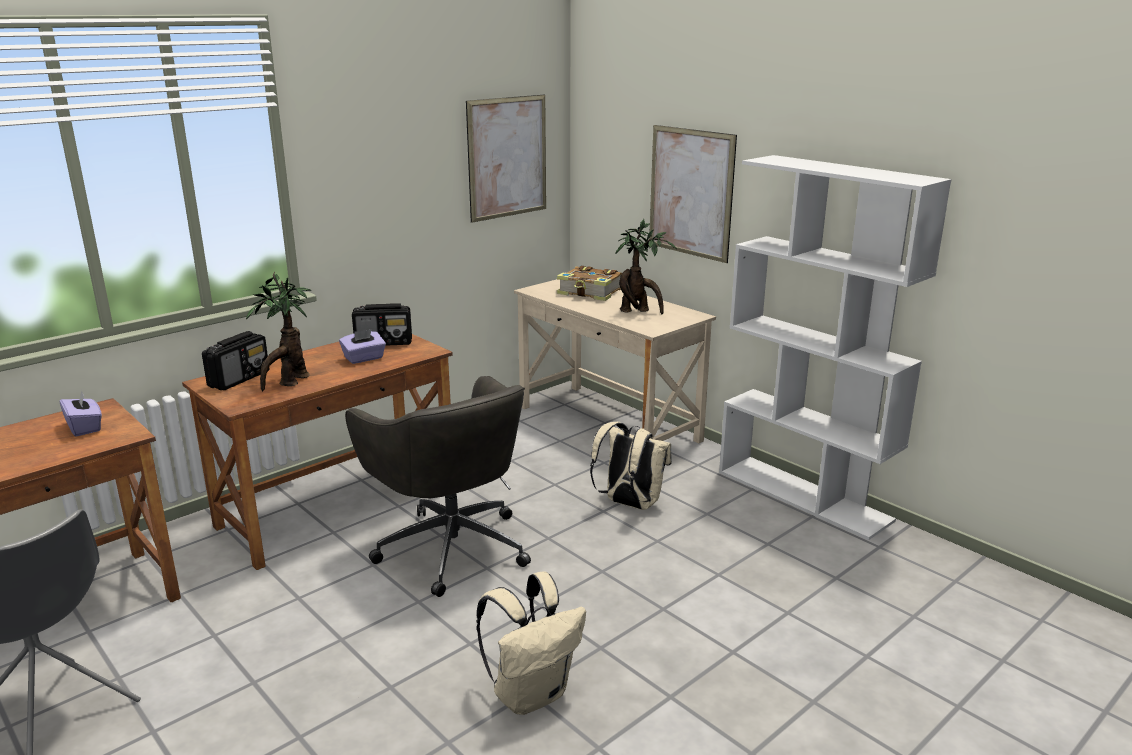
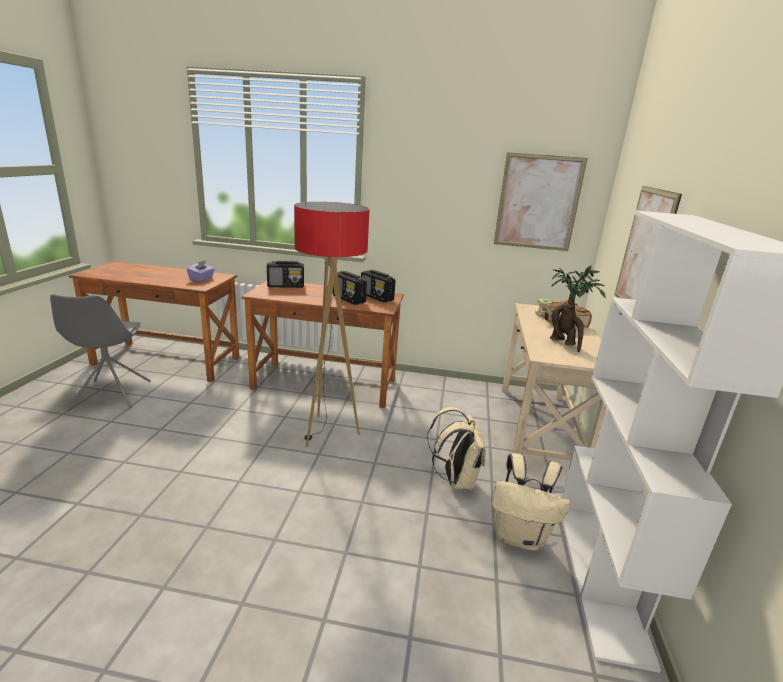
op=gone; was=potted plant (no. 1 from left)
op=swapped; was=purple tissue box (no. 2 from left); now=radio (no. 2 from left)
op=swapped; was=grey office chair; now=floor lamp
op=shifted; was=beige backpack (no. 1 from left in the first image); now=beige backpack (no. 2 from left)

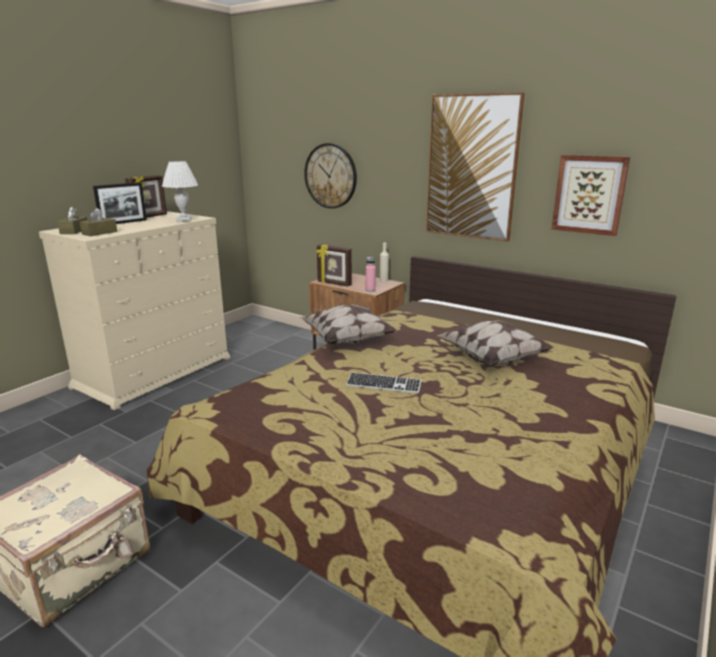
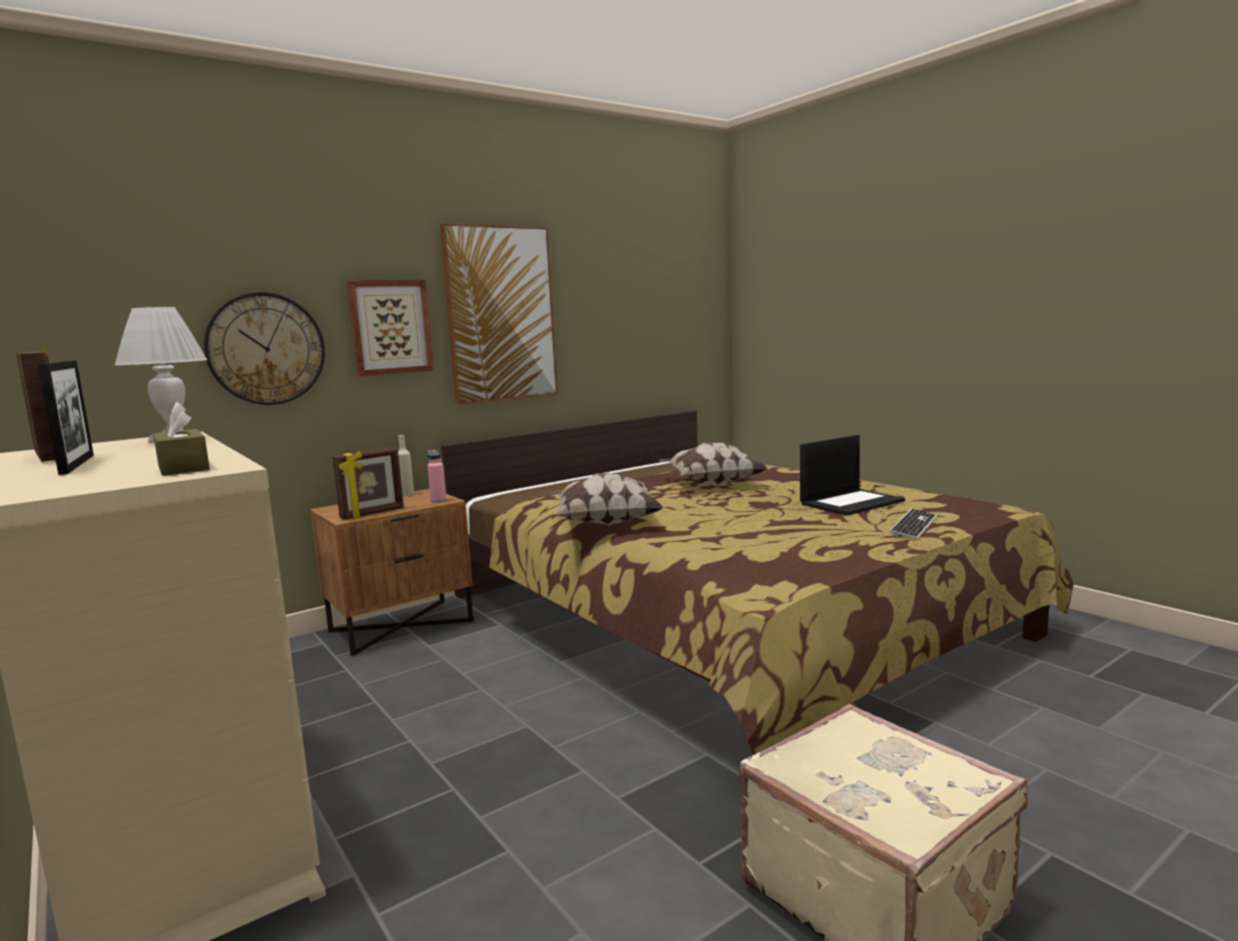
op=gone; was=brown tissue box (no. 1 from left)
op=shifted; was=keyboard
op=shifted; was=picture (no. 2 from left in the first image); now=picture (no. 1 from left)
op=new; now=laptop

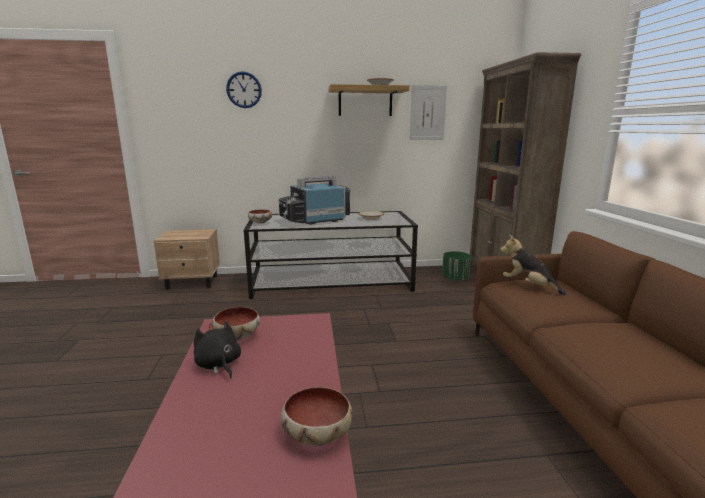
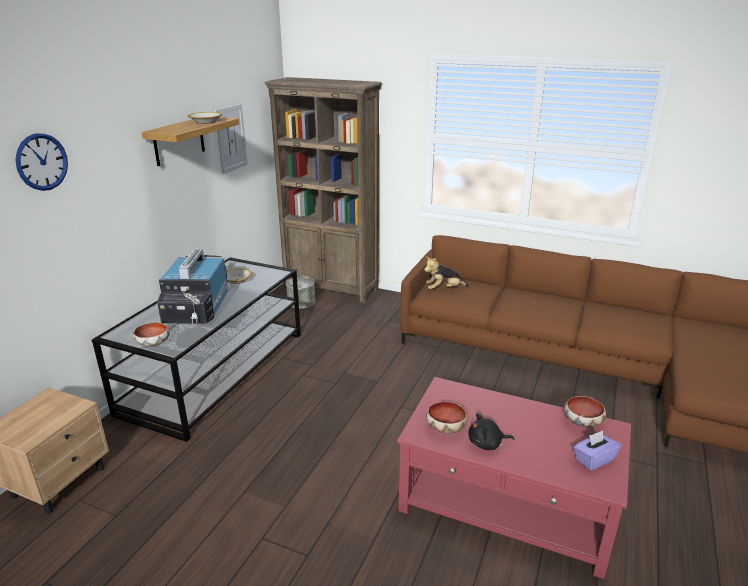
op=repainted; was=green planter; now=grey planter
op=new; now=purple tissue box

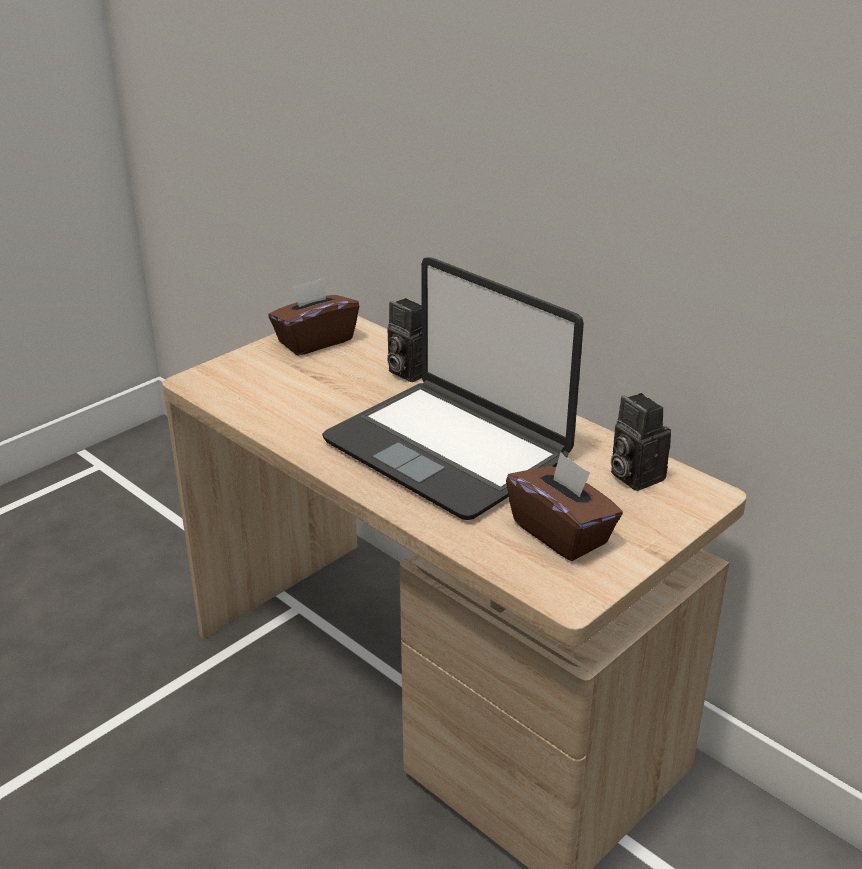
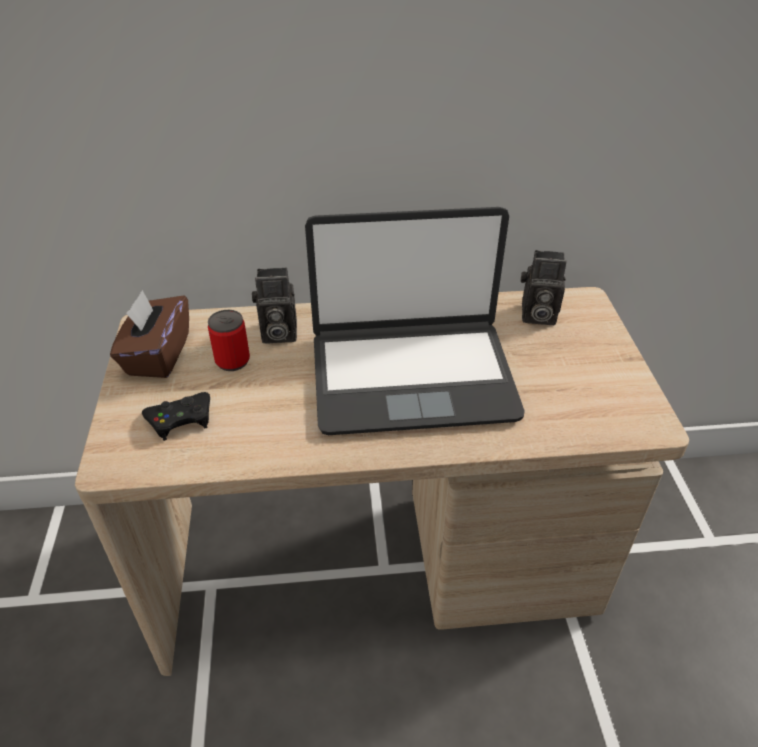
op=gone; was=brown tissue box (no. 2 from left)
op=new; now=black game controller
op=new; now=can

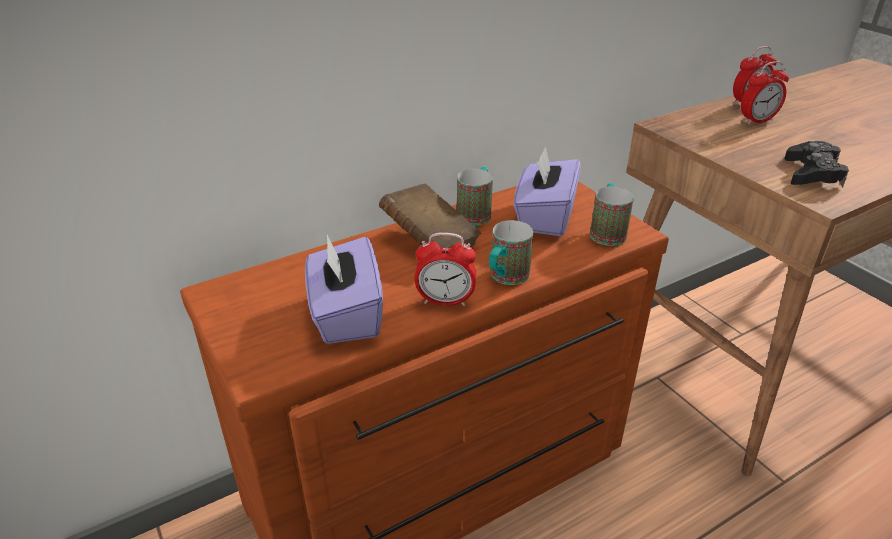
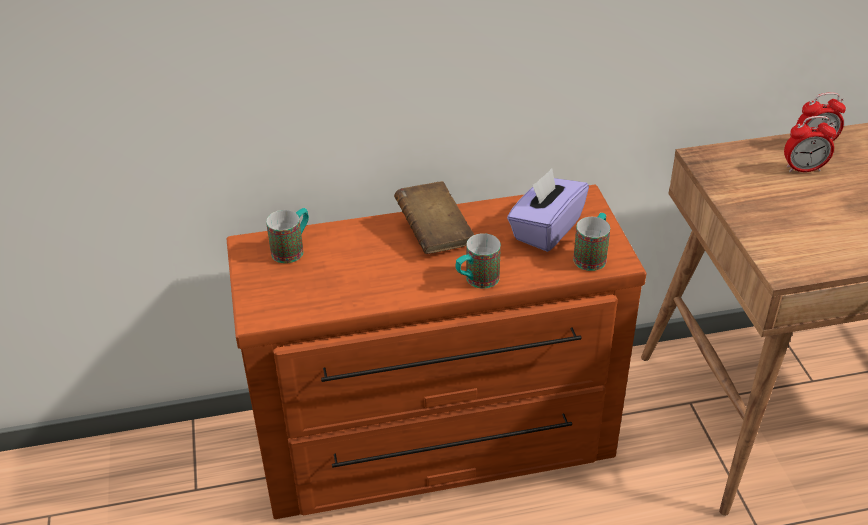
op=gone; was=purple tissue box (no. 1 from left)
op=gone; was=alarm clock (no. 1 from left)
op=shifted; was=mug (no. 1 from left)
op=gone; was=black game controller

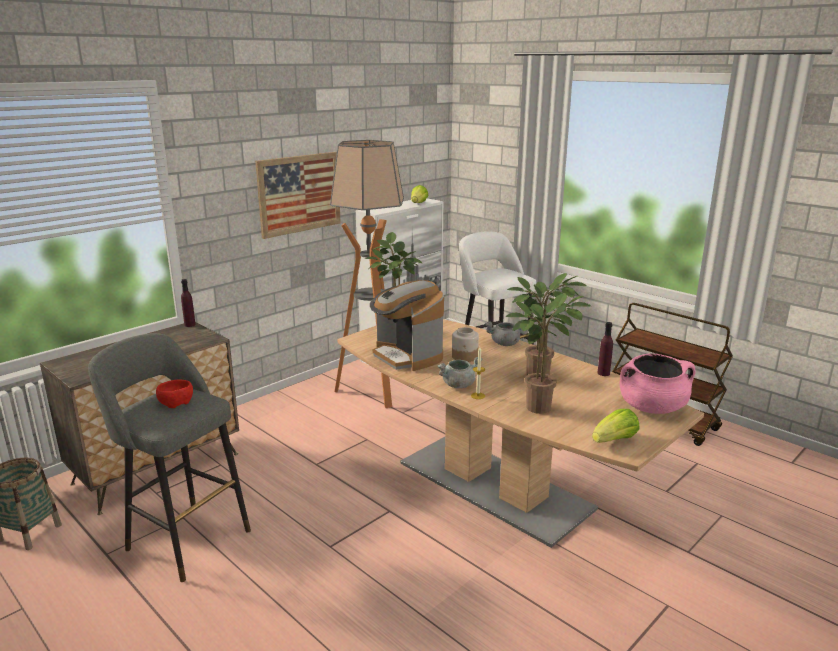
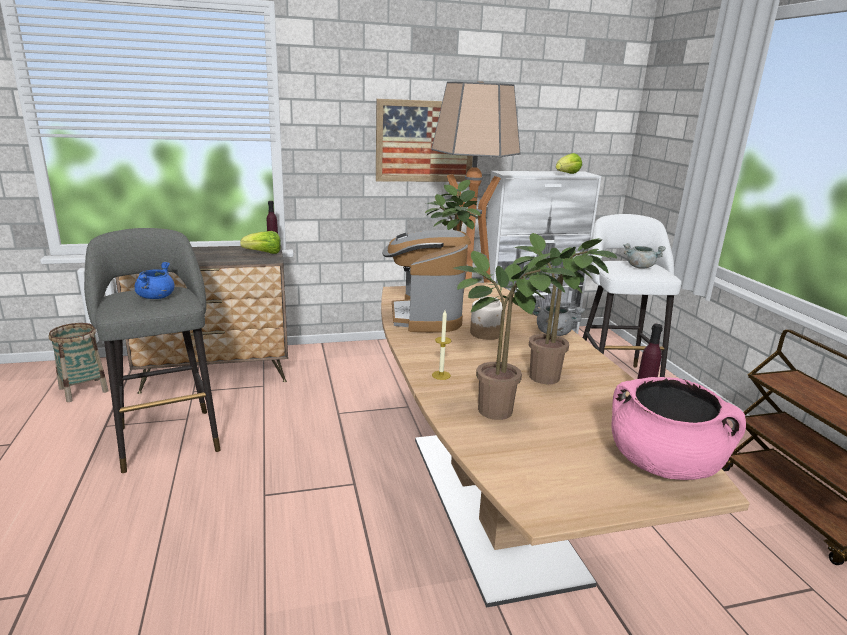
op=swapped; was=red bowl; now=blue cooking pot
op=shifted; was=grey cooking pot (no. 1 from left in the first image); now=grey cooking pot (no. 2 from left)
op=shifted; was=lettuce (no. 2 from left in the first image); now=lettuce (no. 1 from left)

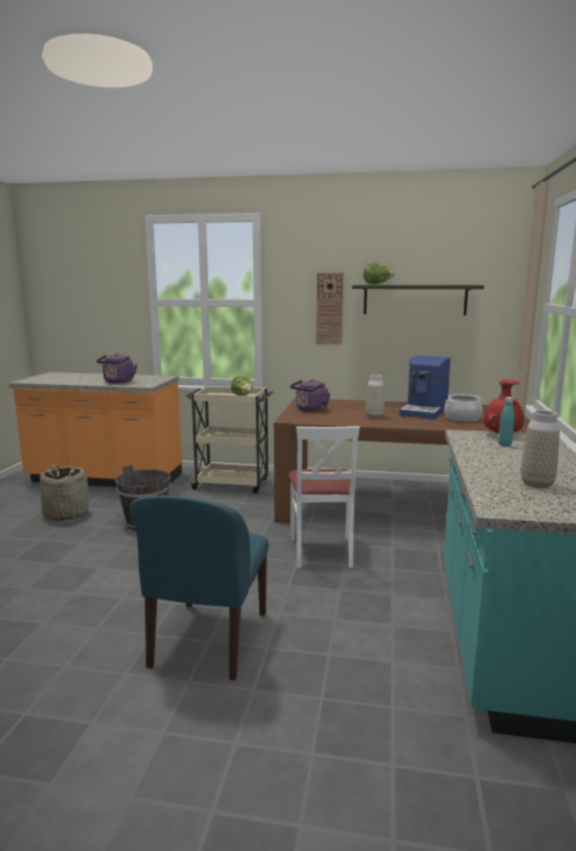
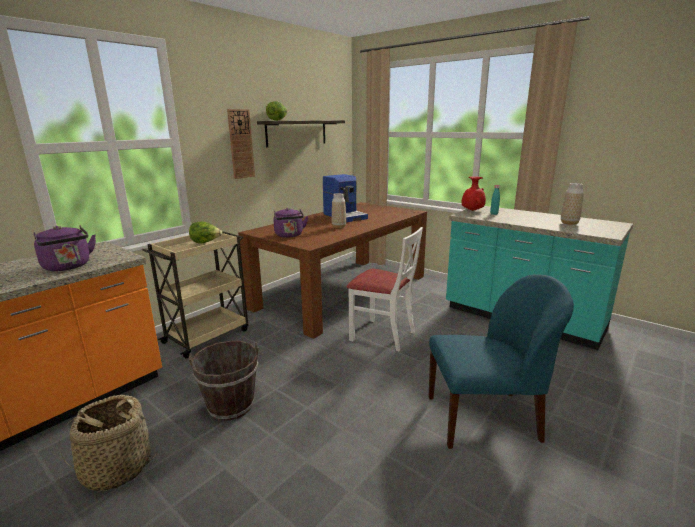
op=rotated; was=blue chair; clockwise=-45
op=gone; was=cooking pot

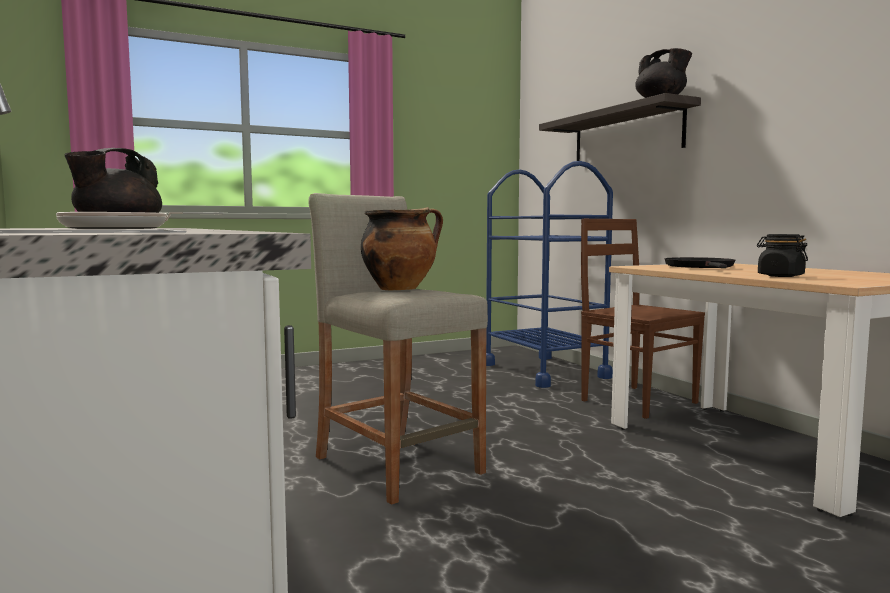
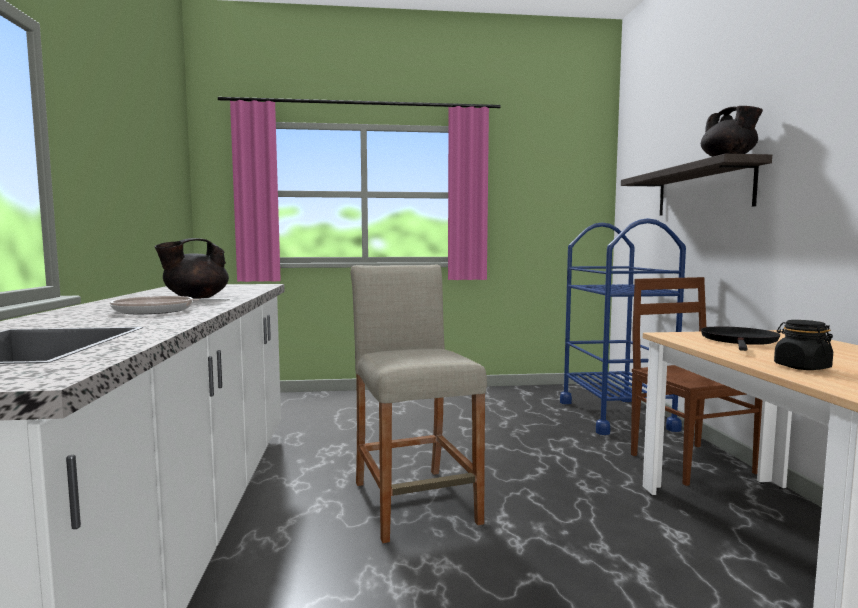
op=gone; was=cooking pot

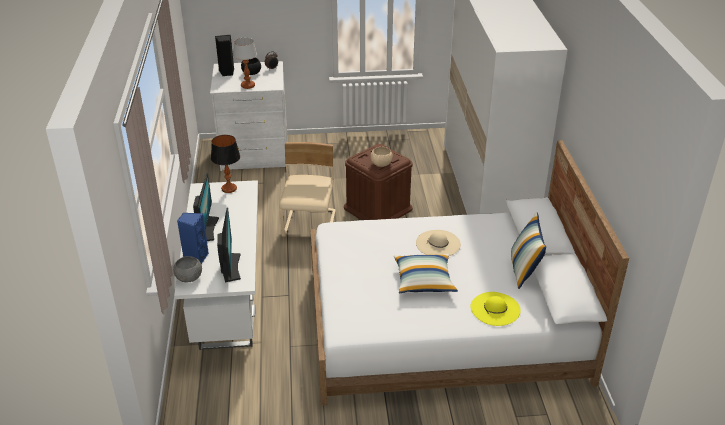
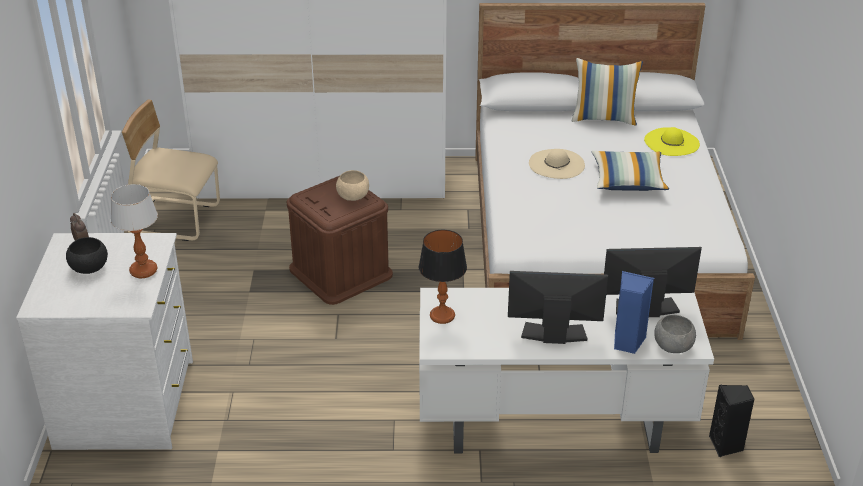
op=shifted; was=black speaker
op=shifted; was=beige chair

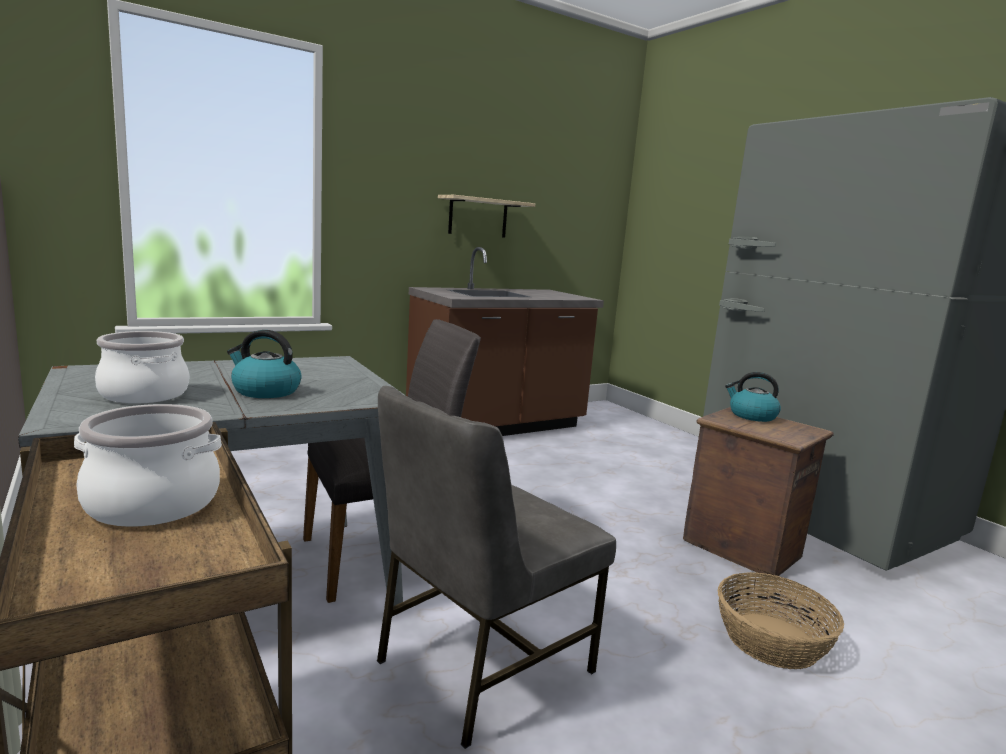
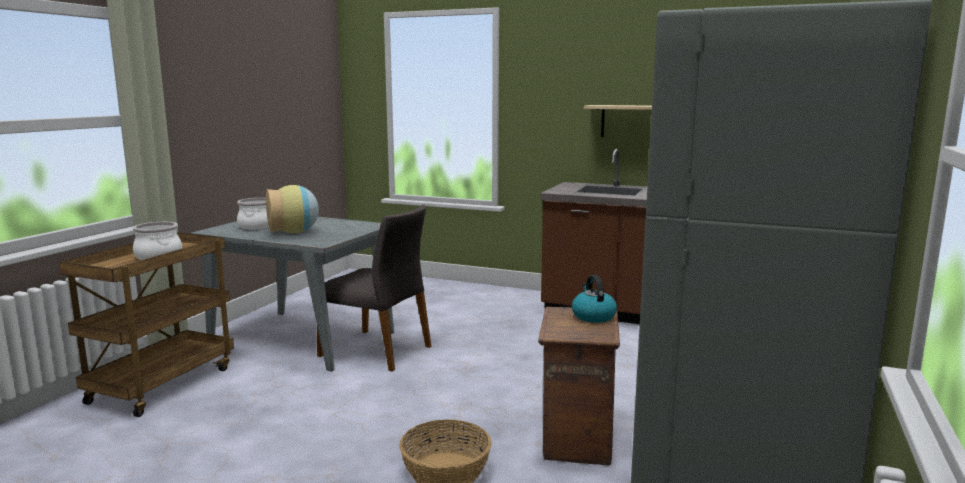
op=swapped; was=kettle (no. 1 from left); now=vase
op=gone; was=grey chair (no. 2 from left)

